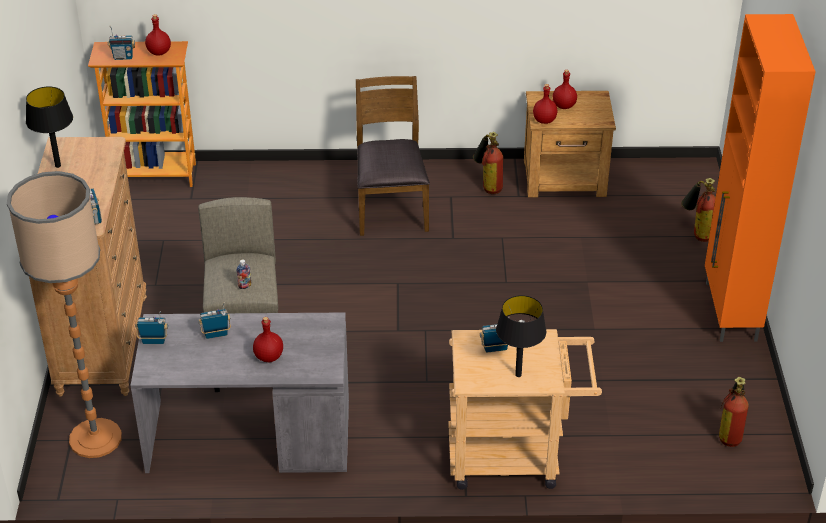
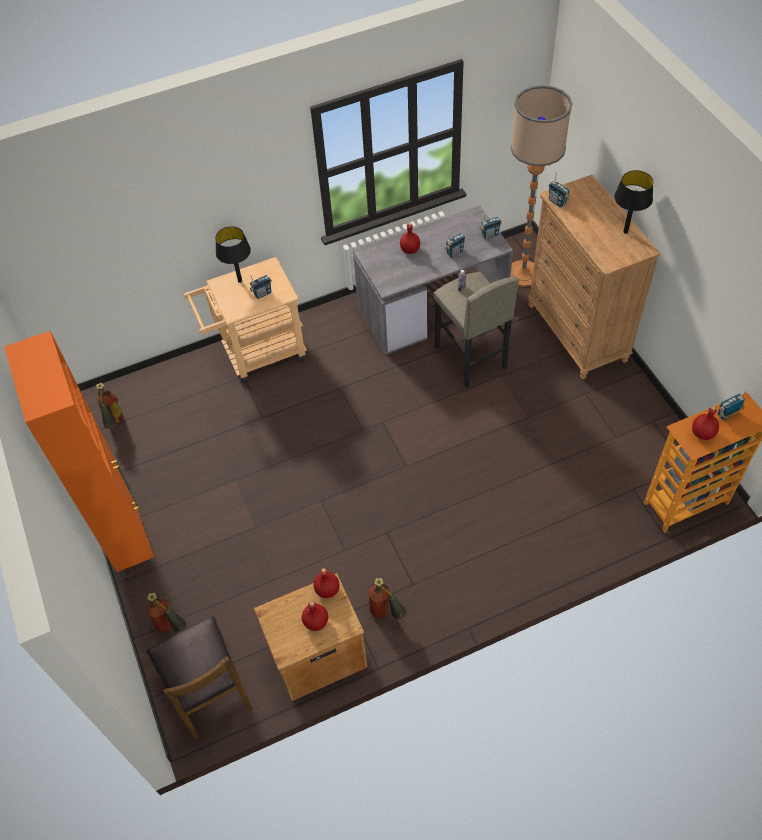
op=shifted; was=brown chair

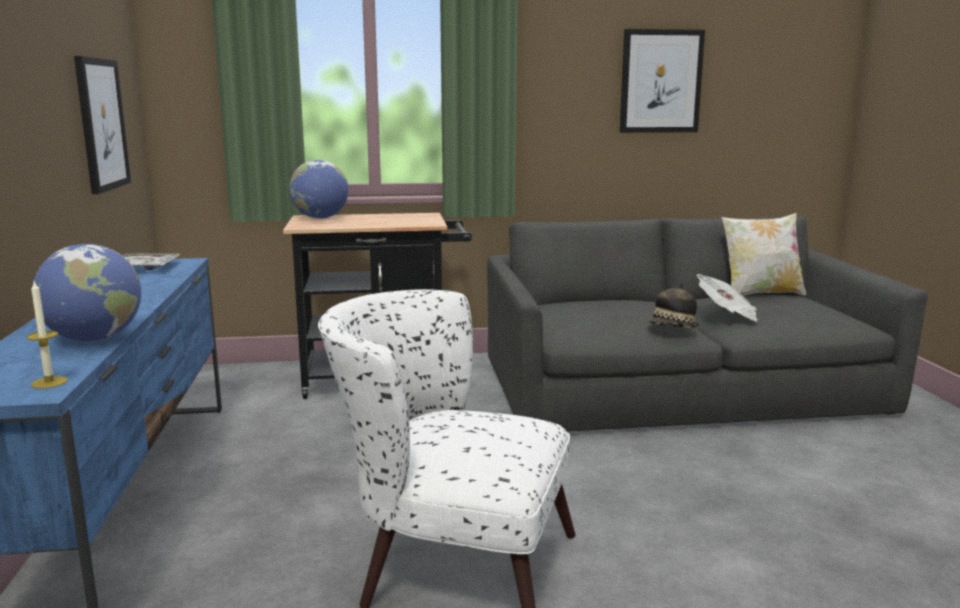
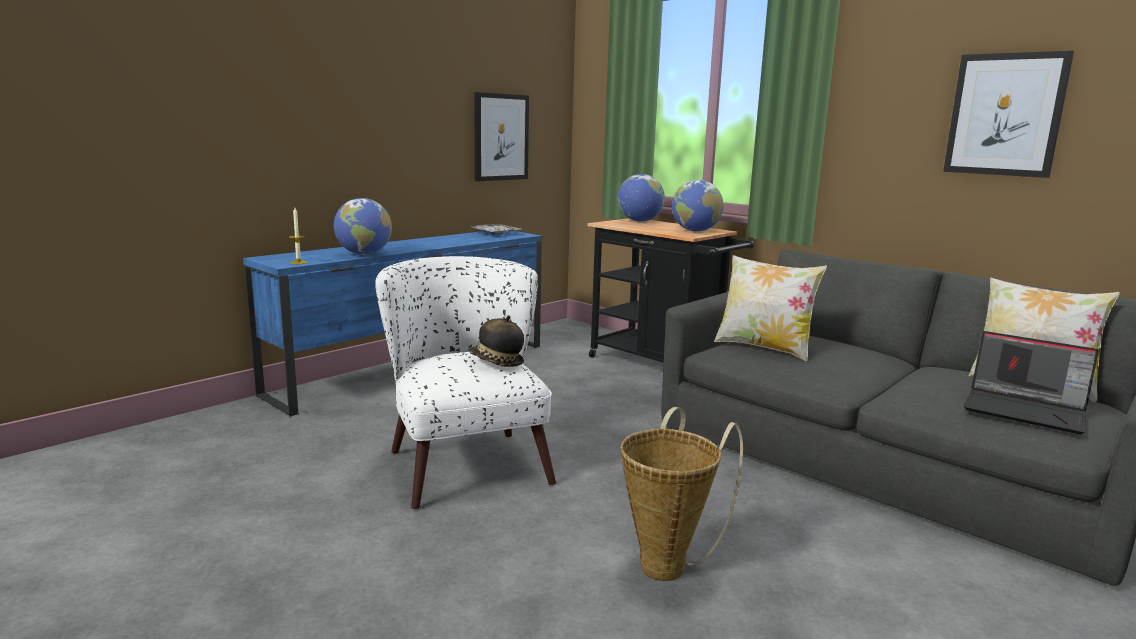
op=shifted; was=hat
op=gone; was=newspaper
op=new; now=basket
op=new; now=globe (no. 3 from left)
op=new; now=pillow (no. 1 from left)
op=new; now=laptop

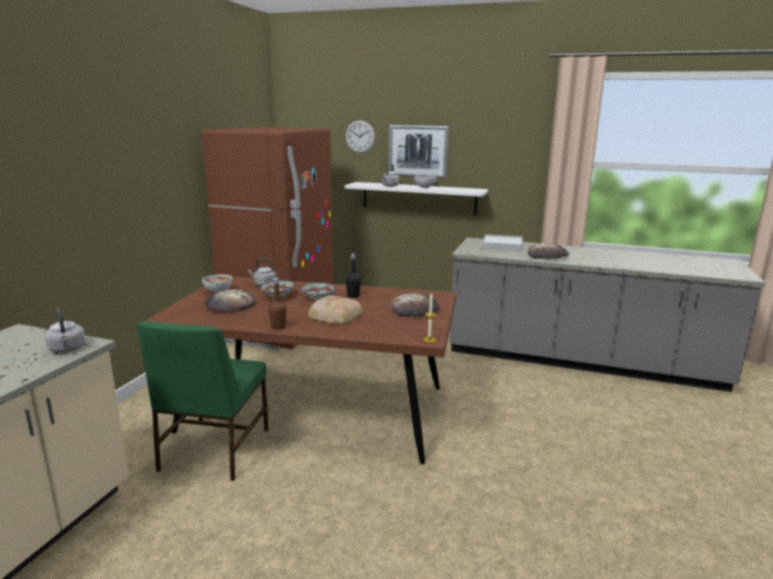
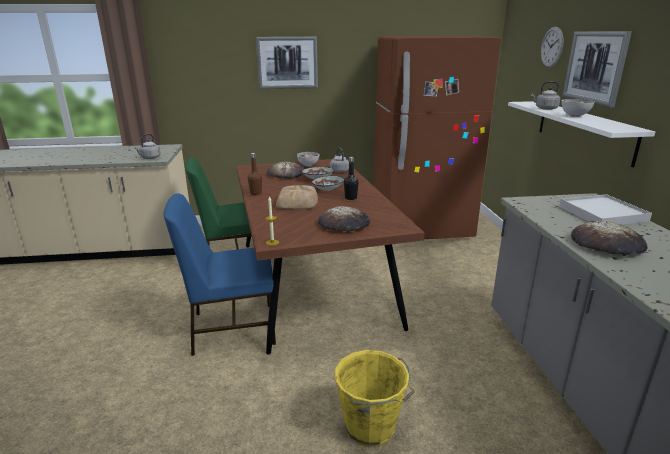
op=new; now=blue chair
op=new; now=picture (no. 1 from left)
op=new; now=yellow bucket

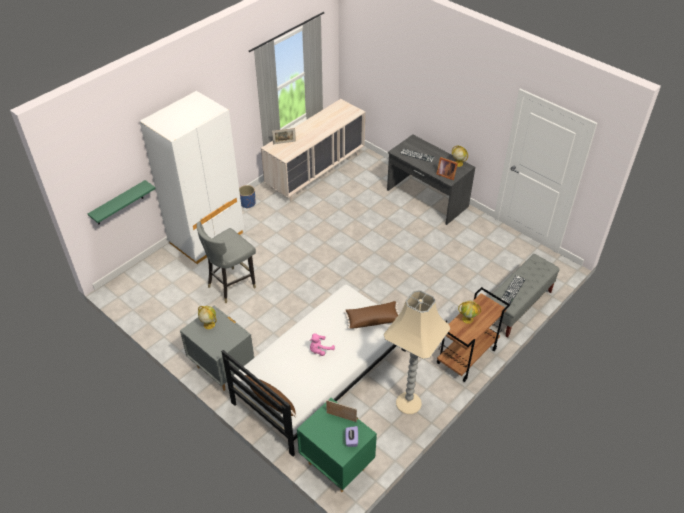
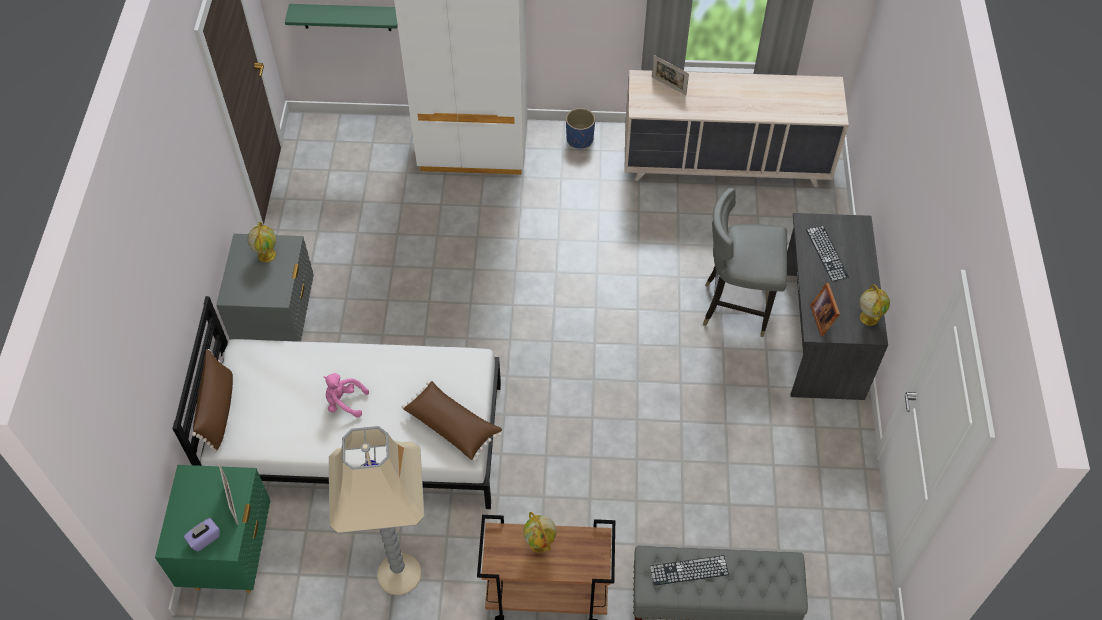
op=shifted; was=grey chair

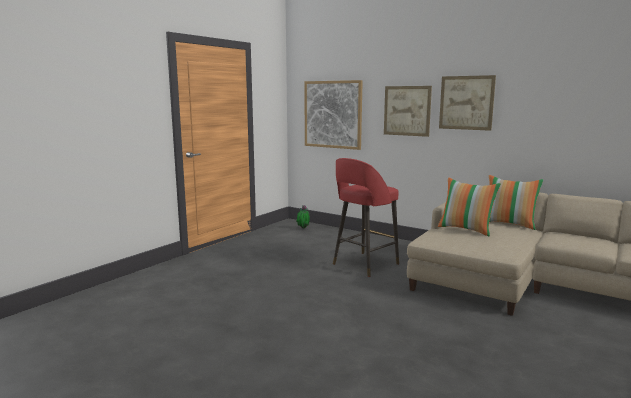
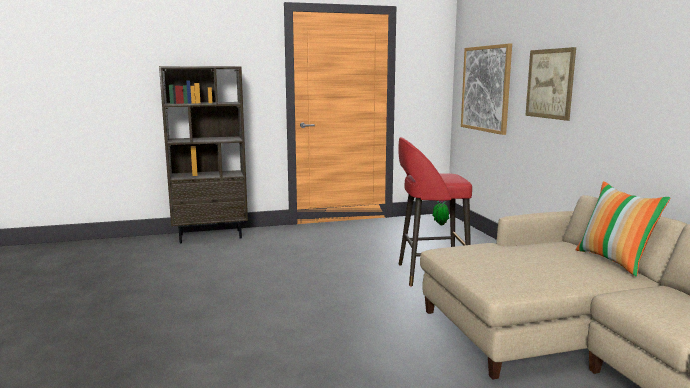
op=gone; was=pillow (no. 1 from left)
op=gone; was=picture (no. 3 from left)
op=new; now=brown bookcase

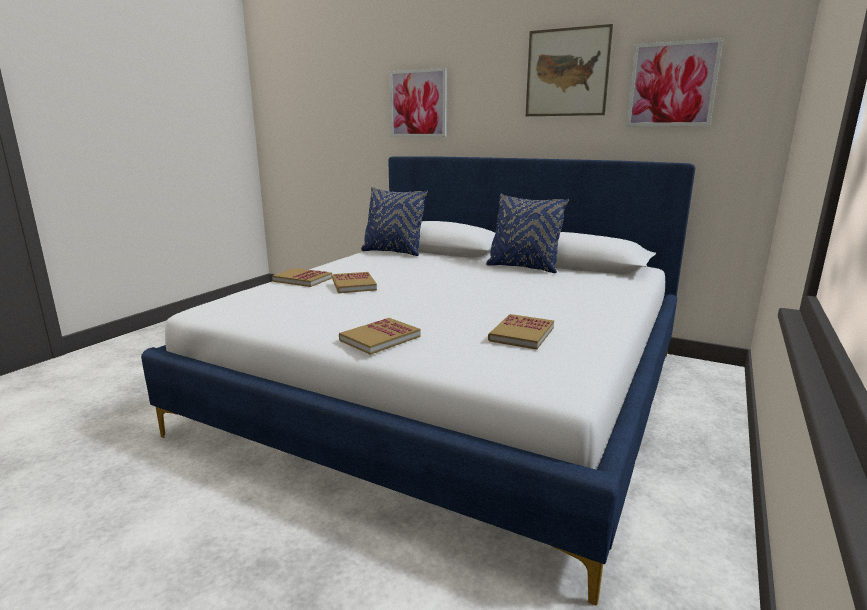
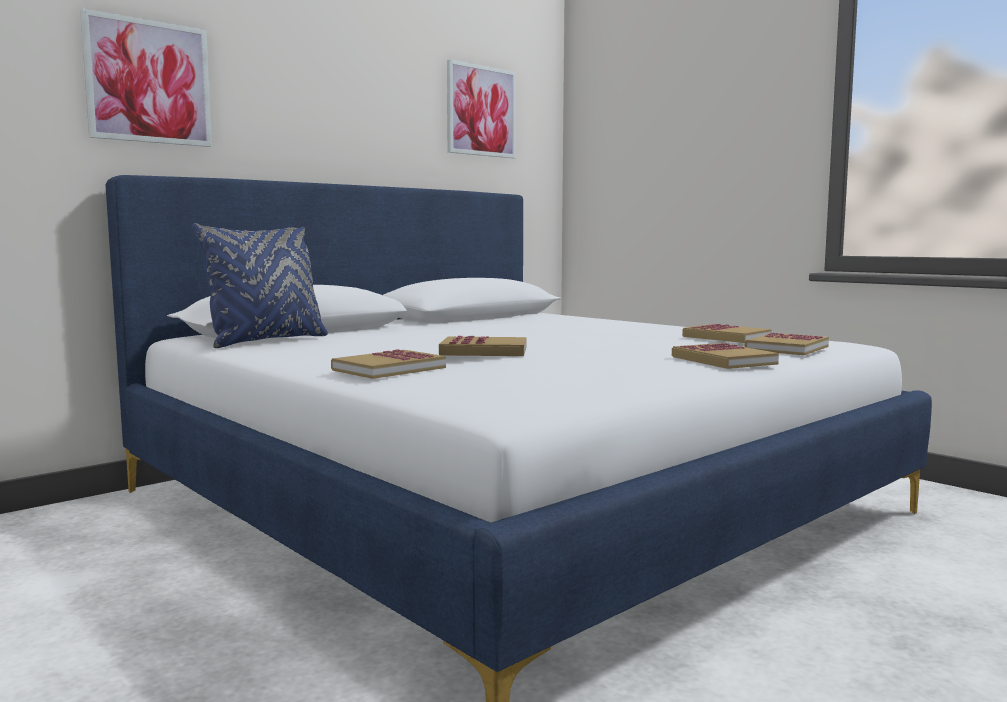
op=gone; was=blue pillow (no. 2 from left)
op=gone; was=picture (no. 2 from left)
op=new; now=book (no. 5 from left)

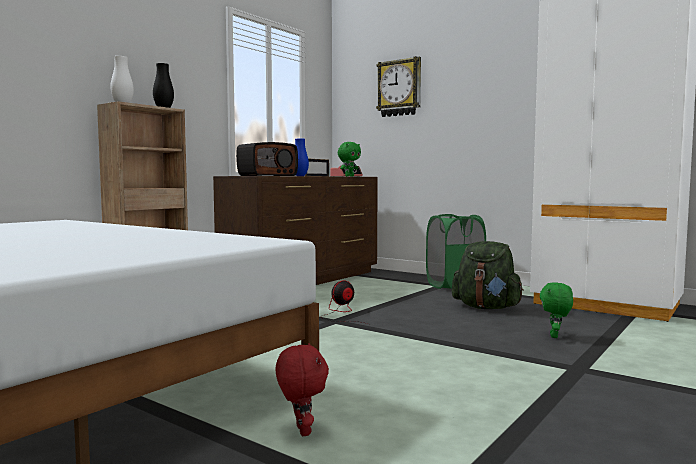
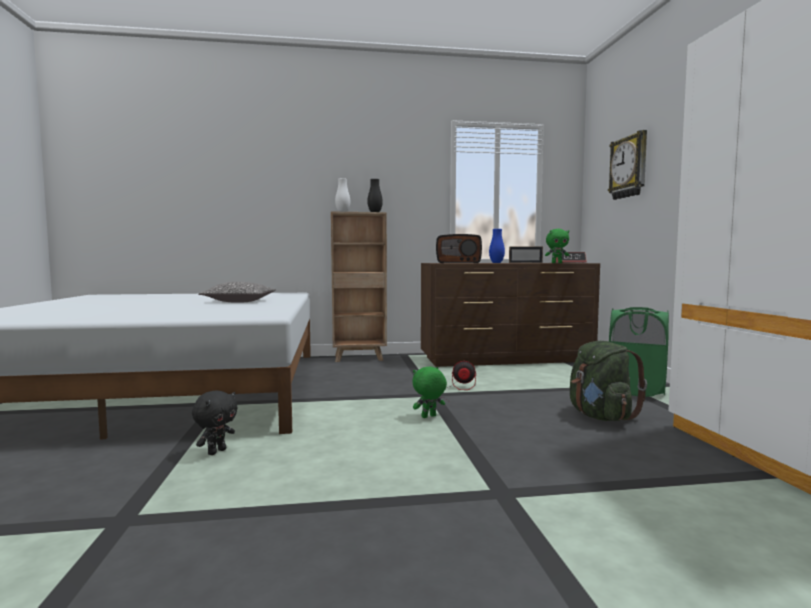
op=repainted; was=red plush toy; now=black plush toy
op=shifted; was=green plush toy (no. 2 from left in the first image); now=green plush toy (no. 1 from left)
op=new; now=pillow

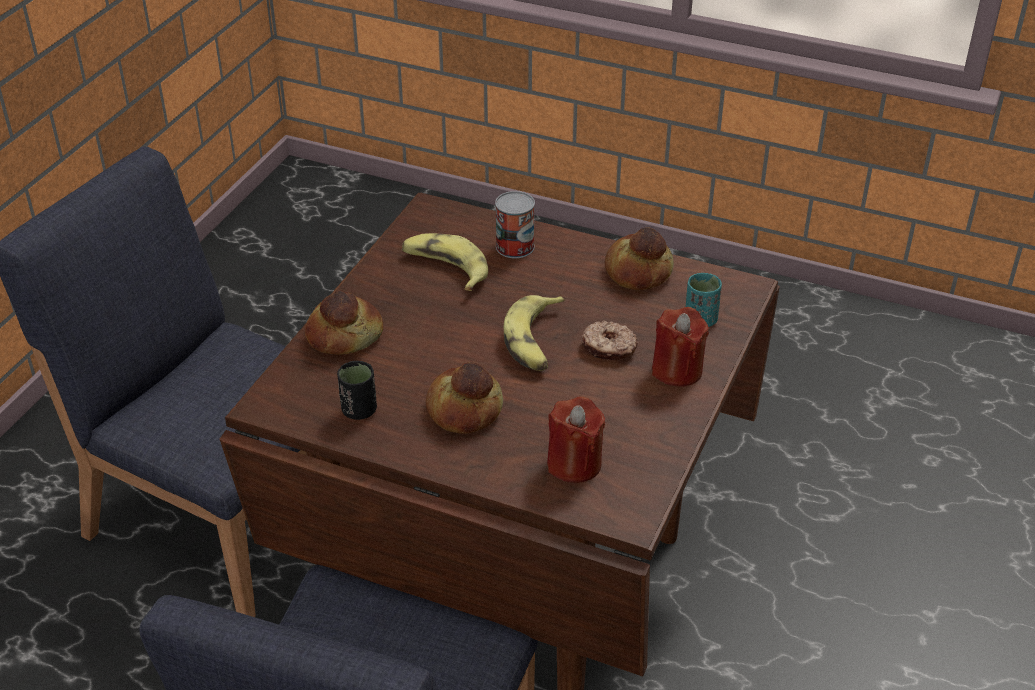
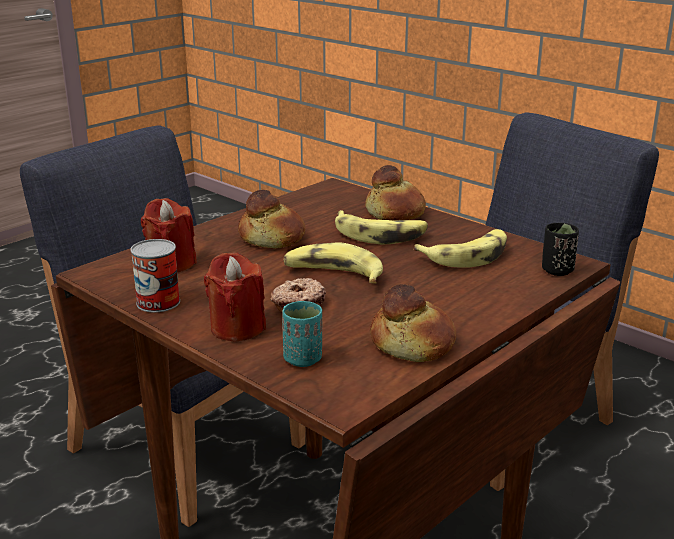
op=shifted; was=black cup
op=shifted; was=can
op=new; now=banana (no. 2 from left)

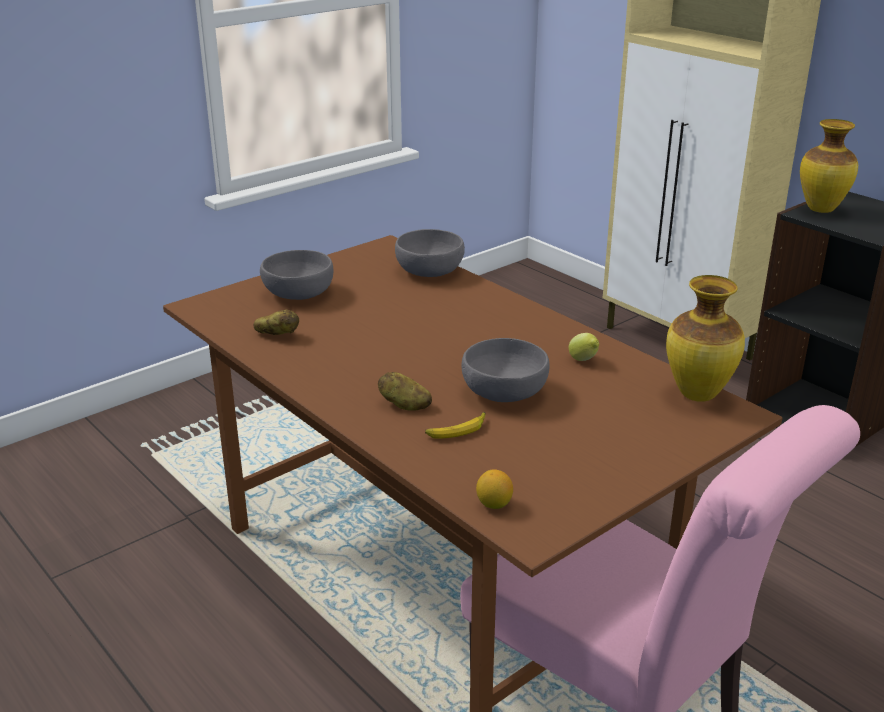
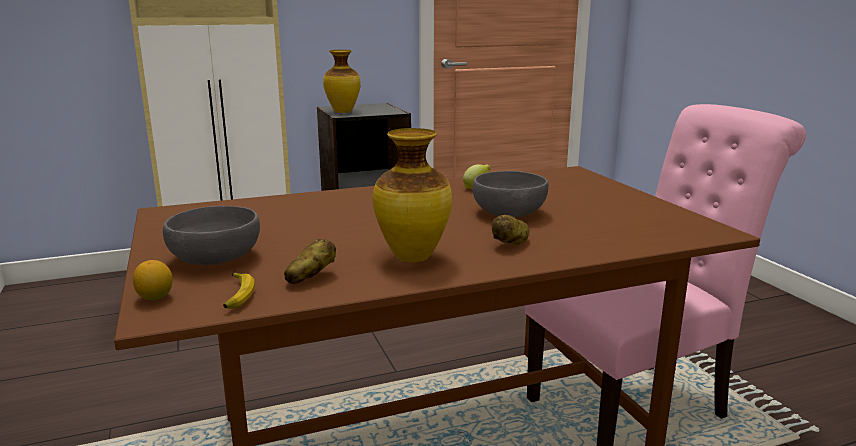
op=gone; was=grey bowl (no. 2 from left)
op=shifted; was=banana
op=shifted; was=lemon (no. 1 from left)
op=shifted; was=vase (no. 1 from left in the first image); now=vase (no. 2 from left)

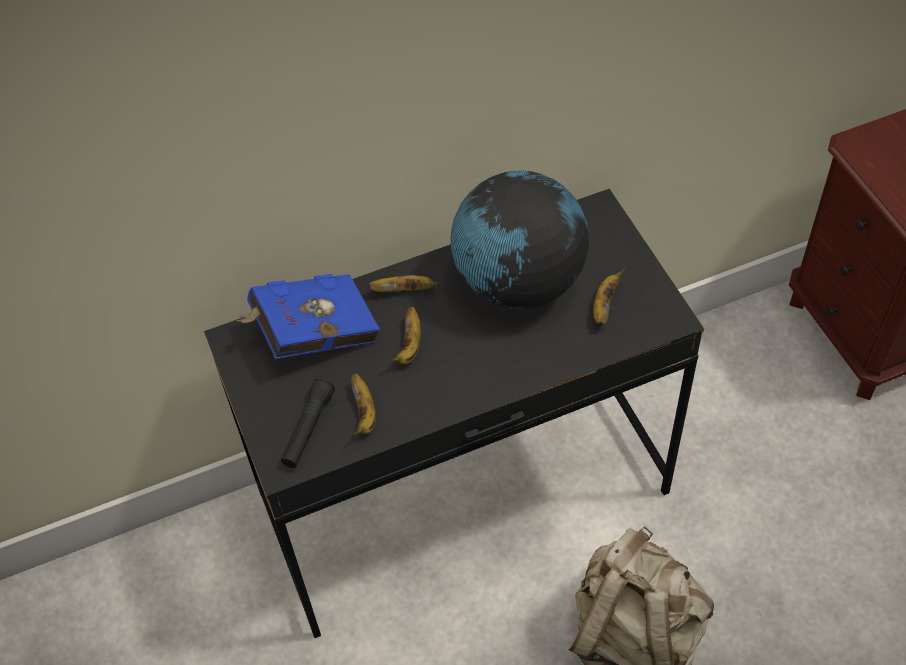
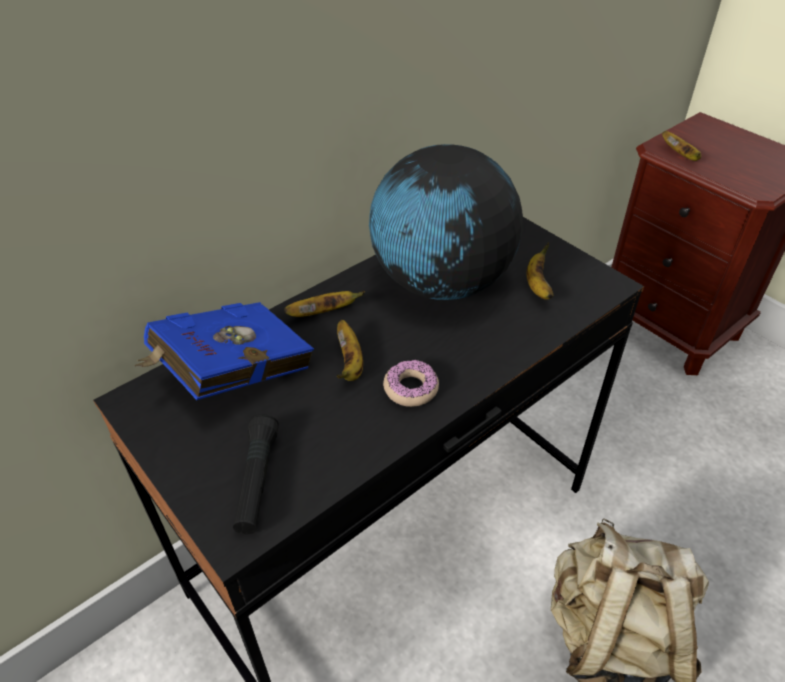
op=shifted; was=banana (no. 1 from left in the first image); now=banana (no. 4 from left)
op=new; now=donut

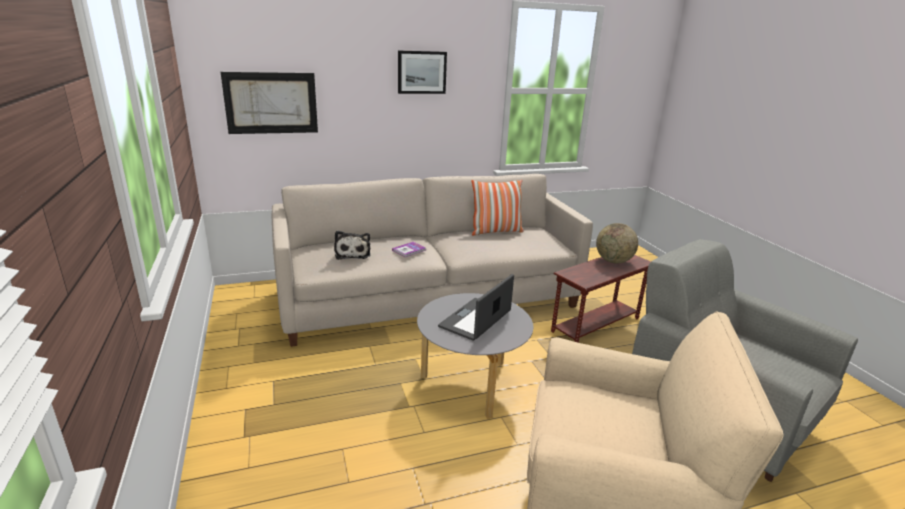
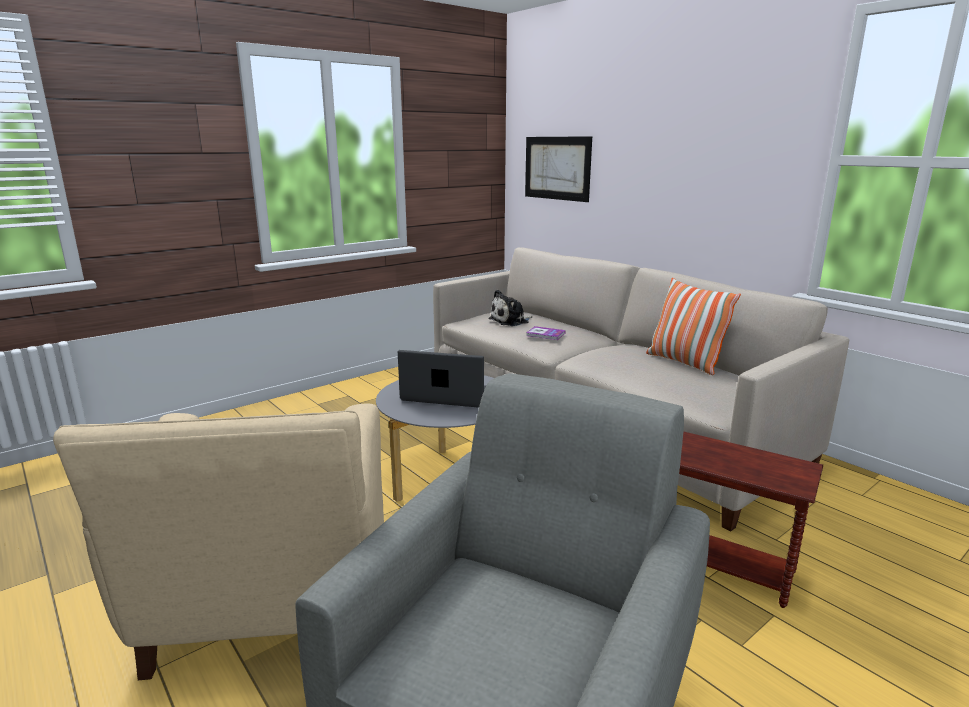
op=gone; was=picture (no. 2 from left)
op=gone; was=globe

